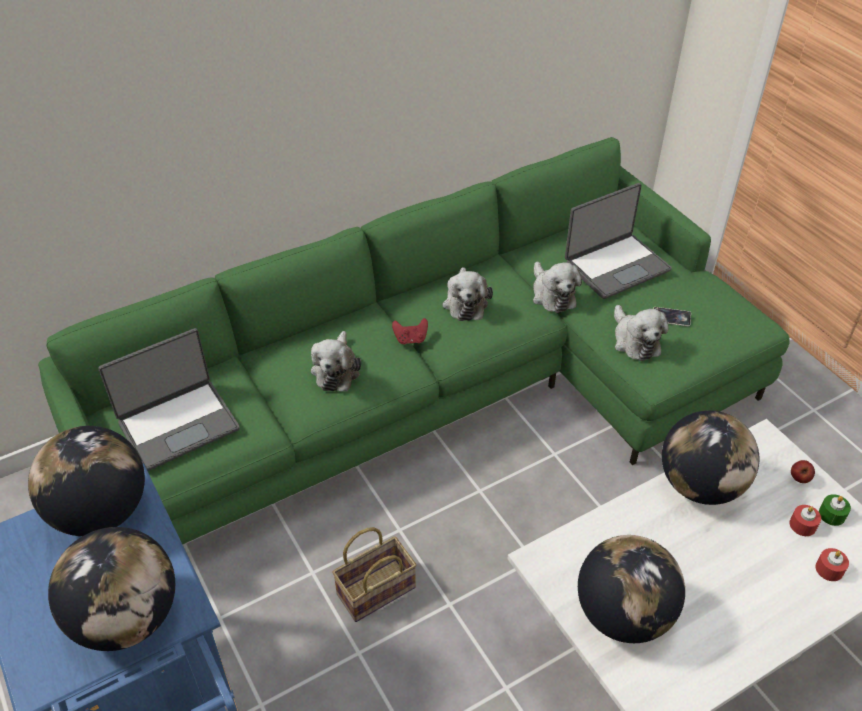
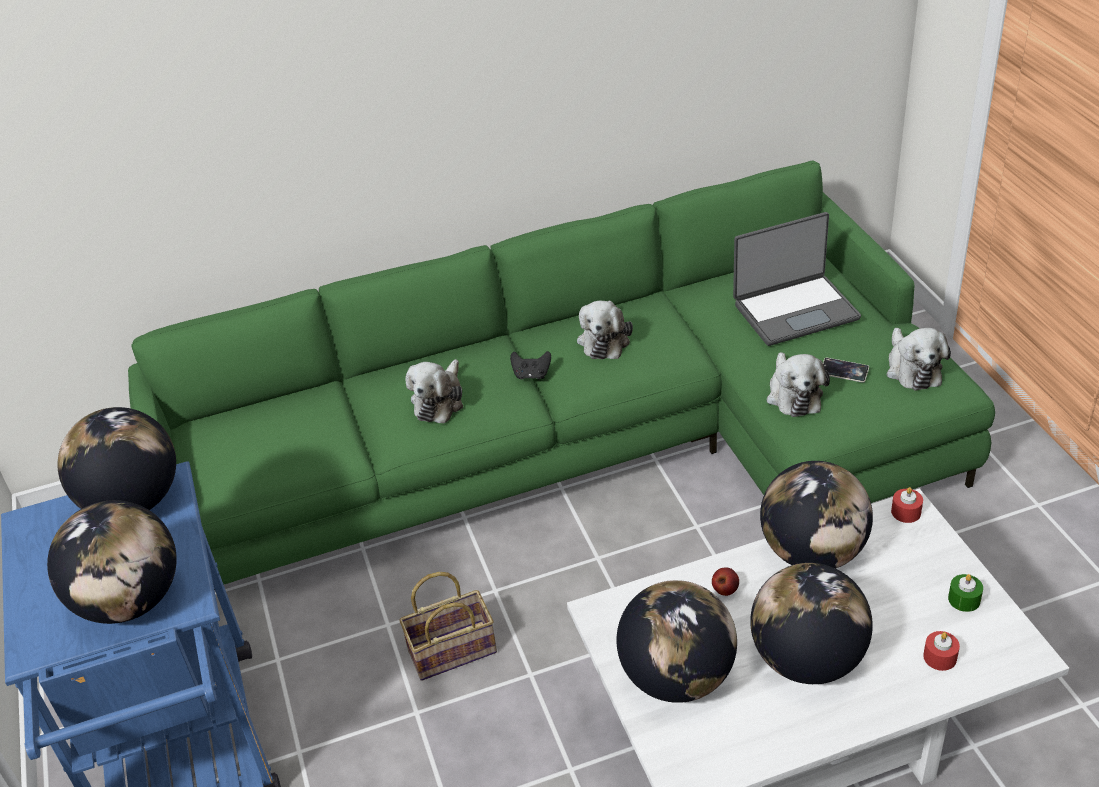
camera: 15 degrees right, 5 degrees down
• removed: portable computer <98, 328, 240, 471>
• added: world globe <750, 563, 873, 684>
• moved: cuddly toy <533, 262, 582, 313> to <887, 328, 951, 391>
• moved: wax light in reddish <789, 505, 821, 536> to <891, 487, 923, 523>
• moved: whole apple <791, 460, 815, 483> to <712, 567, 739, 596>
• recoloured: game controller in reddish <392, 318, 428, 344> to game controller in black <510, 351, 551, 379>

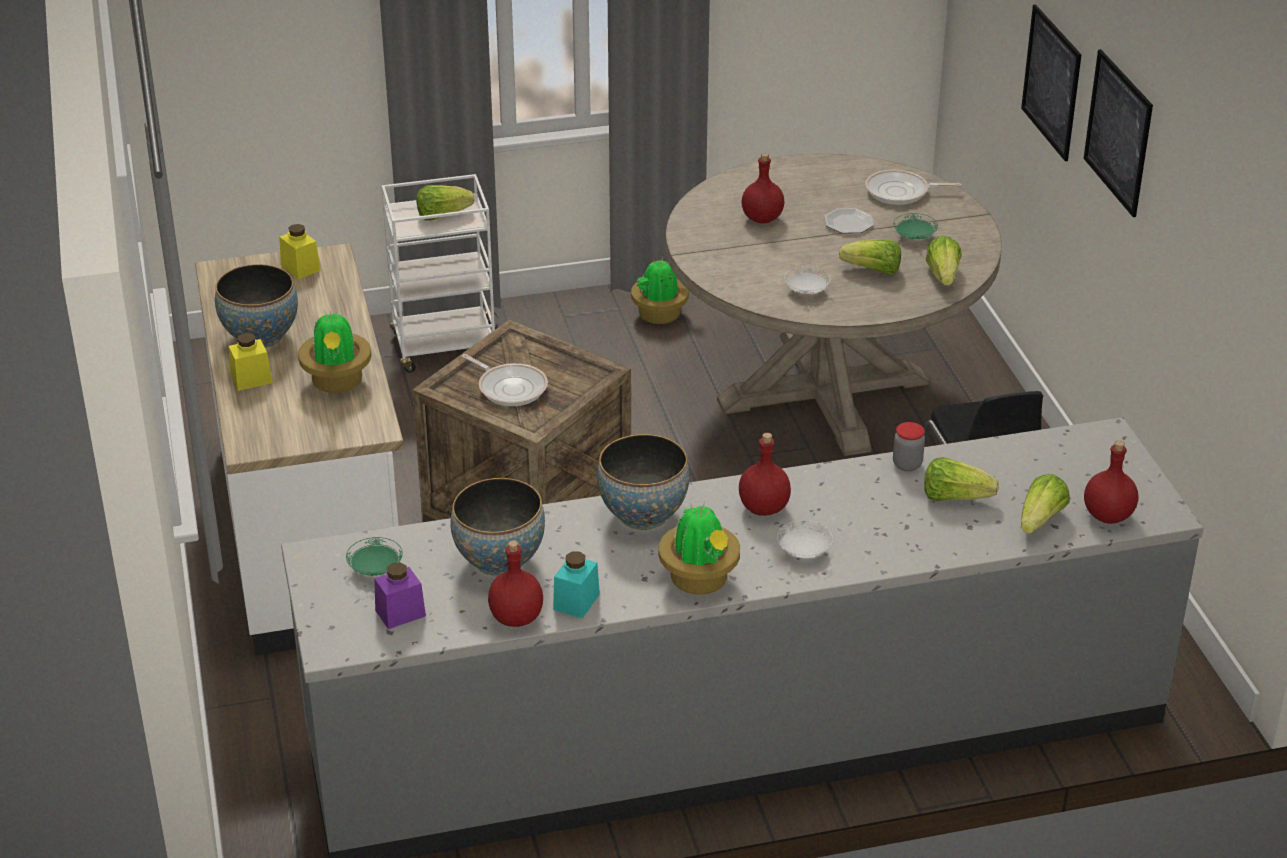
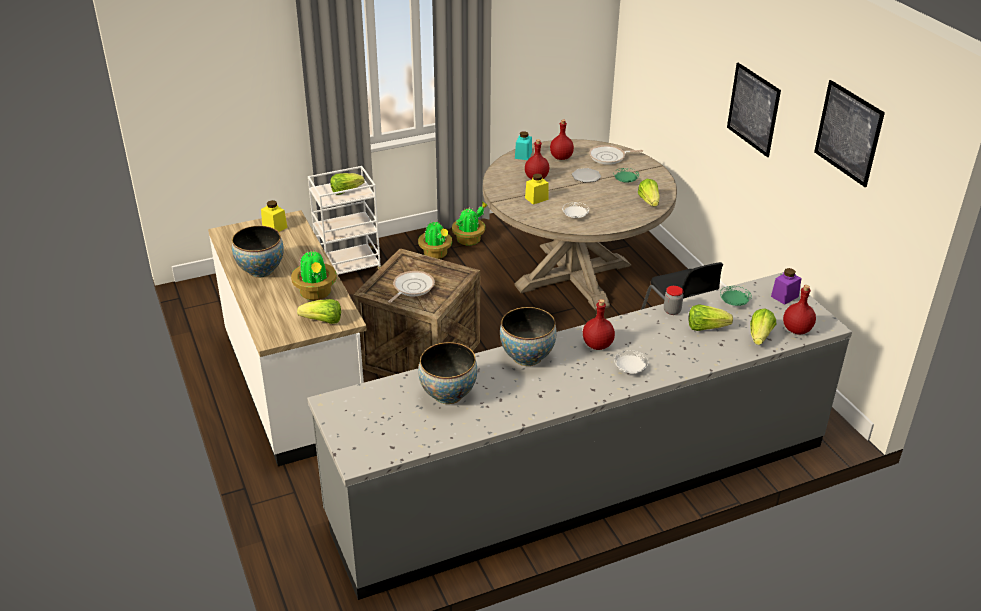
camera: 10 degrees left, 0 degrees up
• moved: jar in yellowish <228, 333, 272, 391> to <525, 174, 549, 205>
• moved: dinner plate in green <346, 537, 403, 576> to <720, 286, 752, 306>
• moved: jar in purple-coloured <374, 562, 426, 629> to <771, 268, 802, 305>
• moved: bottle in reddish <488, 540, 543, 627> to <550, 120, 574, 160>
• moved: jar in turquoise-coloured <553, 552, 600, 618> to <515, 131, 532, 160>
• moved: potted plant <658, 502, 740, 595> to <418, 220, 452, 259>
• moved: lettuce head <839, 239, 901, 275> to <297, 299, 341, 324>
• moved: picture <1021, 4, 1081, 161> to <814, 80, 885, 187>
• turned: skillet <462, 354, 548, 406> = <388, 271, 435, 303> 90 degrees counterclockwise

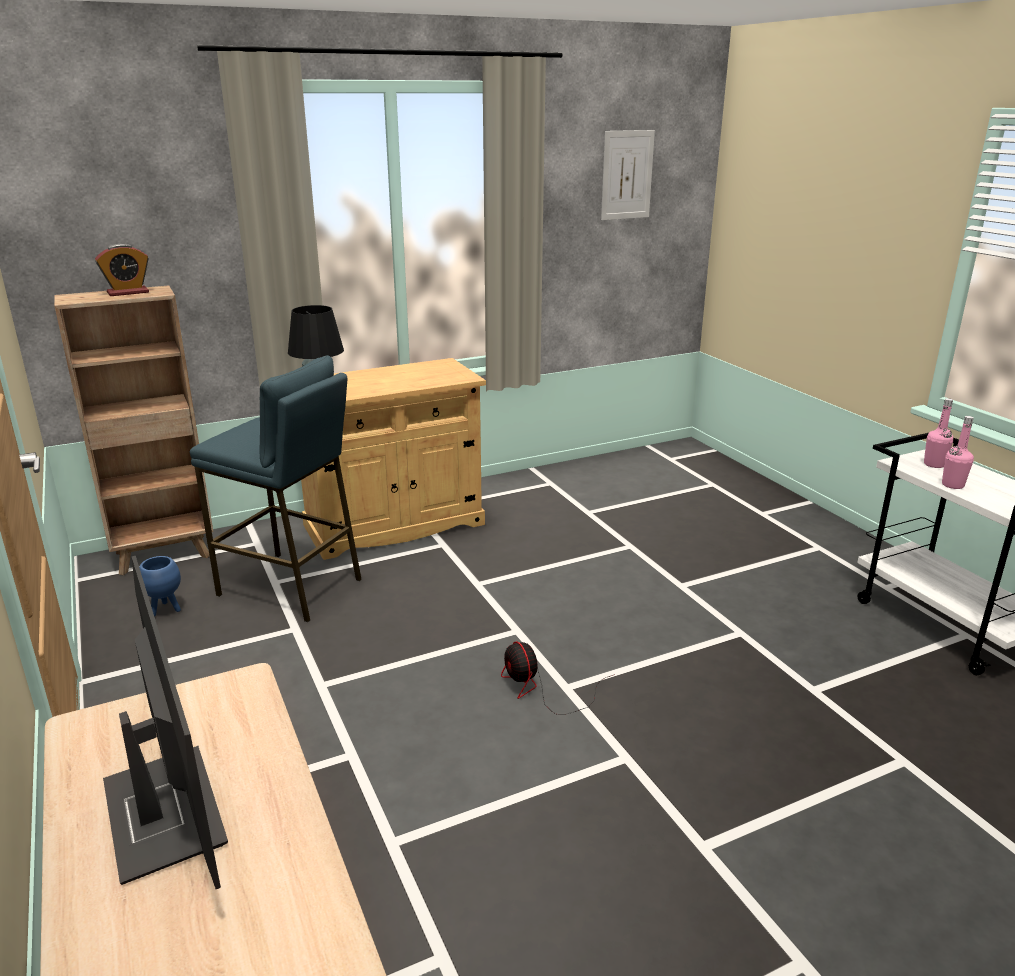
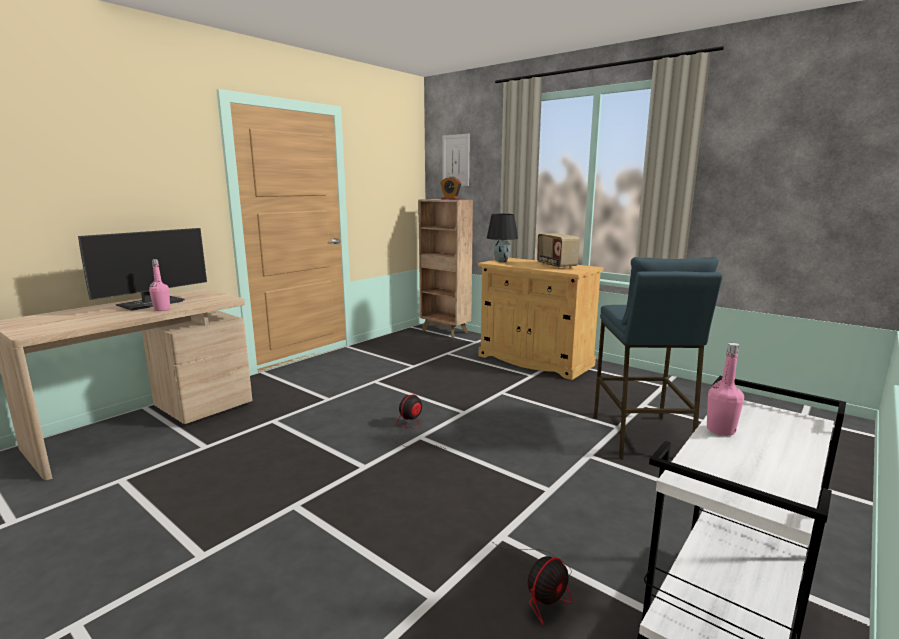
camera: 65 degrees right, 10 degrees down
• removed: flower pot in blue <139, 556, 181, 617>
• added: electric fan <491, 541, 572, 626>
• added: radio <537, 233, 580, 269>
• moved: stool seat in blue <190, 355, 362, 622> to <594, 257, 722, 460>
• moved: picture <601, 130, 655, 220> to <442, 134, 470, 186>
• moved: bottle in pink <924, 398, 953, 468> to <149, 259, 170, 311>

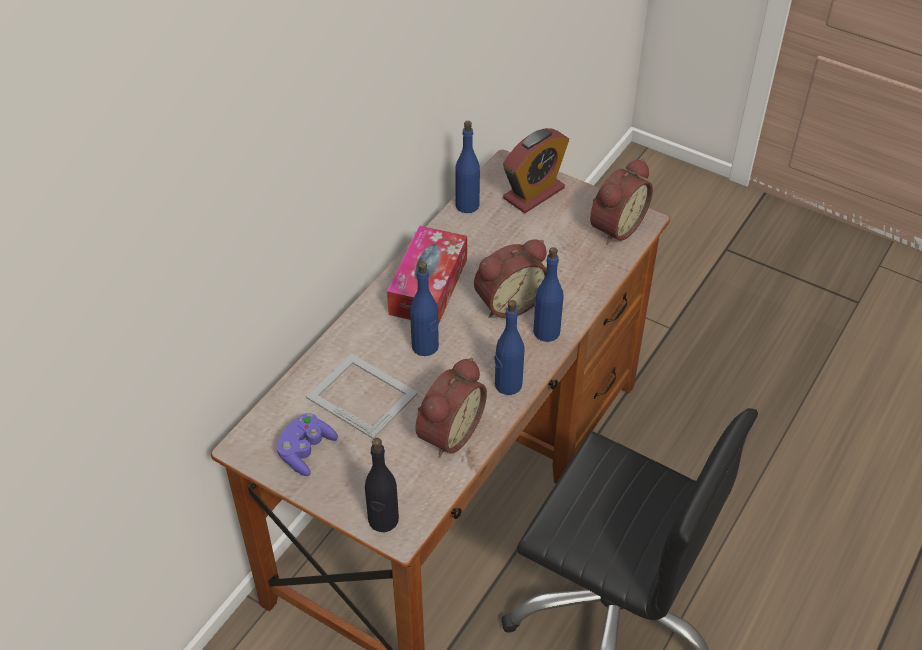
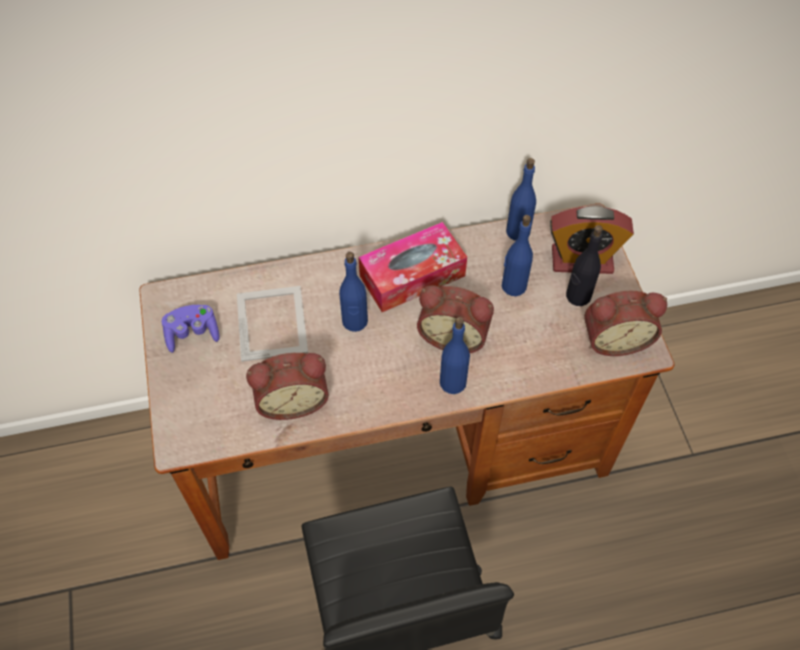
camera: 45 degrees right, 10 degrees up
• moved: bottle in black <365, 438, 399, 533> to <566, 225, 603, 306>
• moved: bottle in blue <494, 300, 525, 395> to <502, 215, 533, 296>

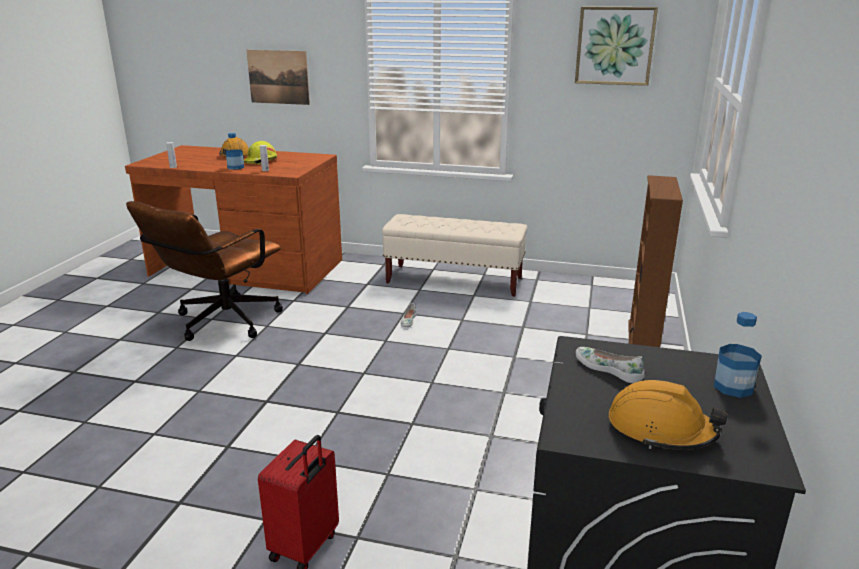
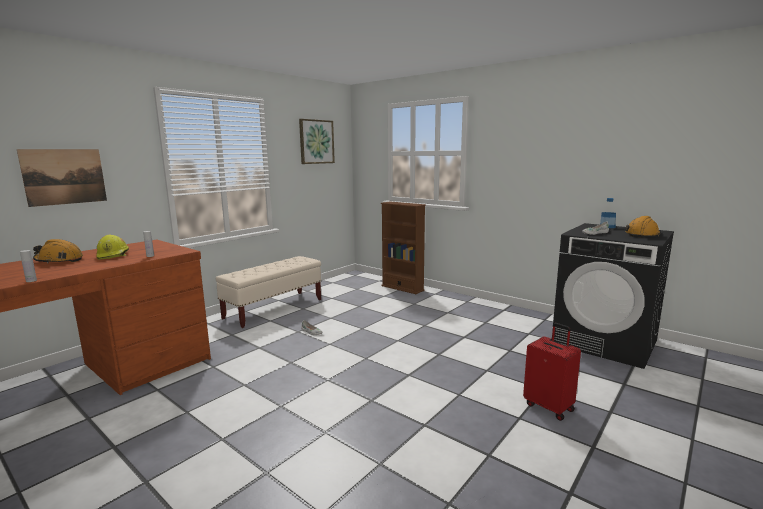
camera: 65 degrees left, 10 degrees down
• removed: desk chair in brownish <126, 201, 283, 341>
• removed: bottle <226, 133, 244, 170>

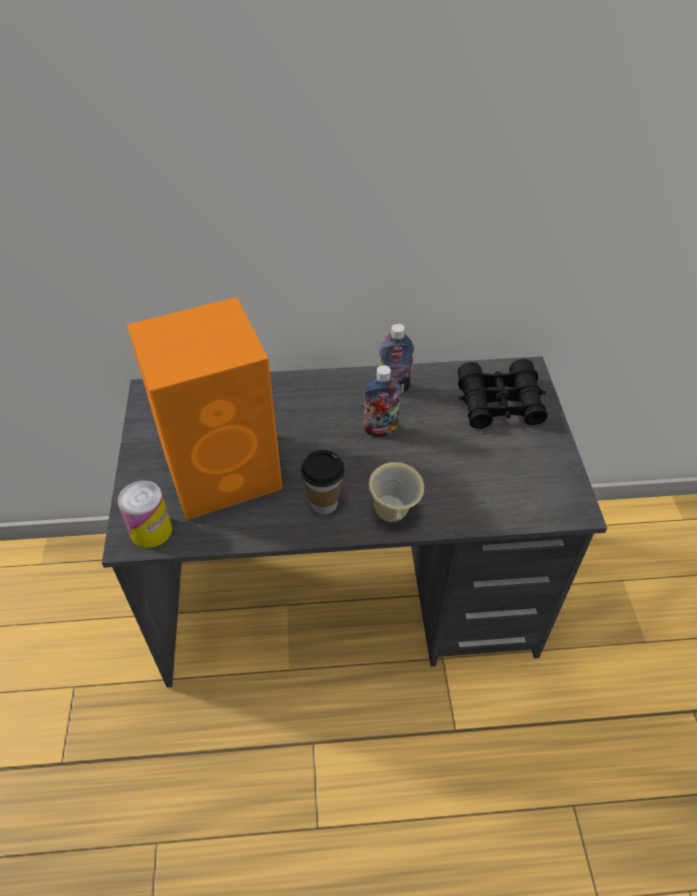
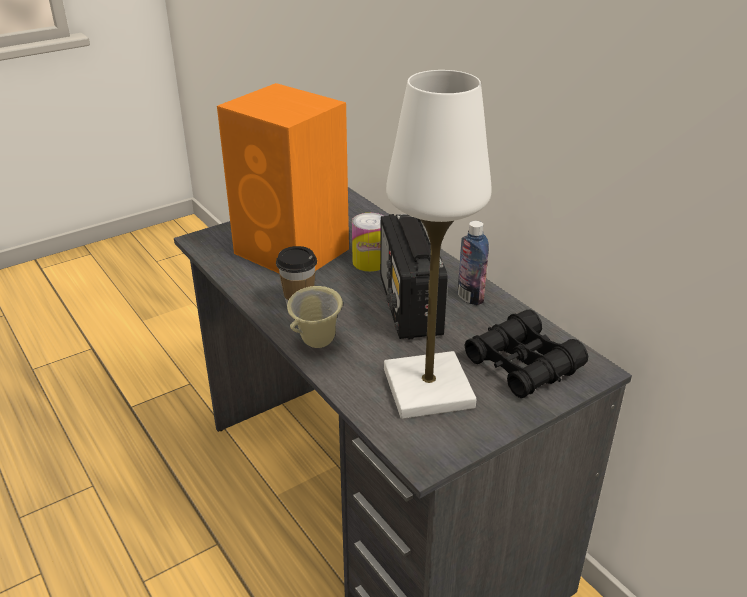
camera: 60 degrees right, 15 degrees down
• added: table lamp in whitish <384, 70, 492, 419>
• moved: metal can <117, 480, 172, 548> to <352, 213, 383, 272>
• replaced: bottle <363, 365, 401, 437> to radio <380, 214, 448, 340>

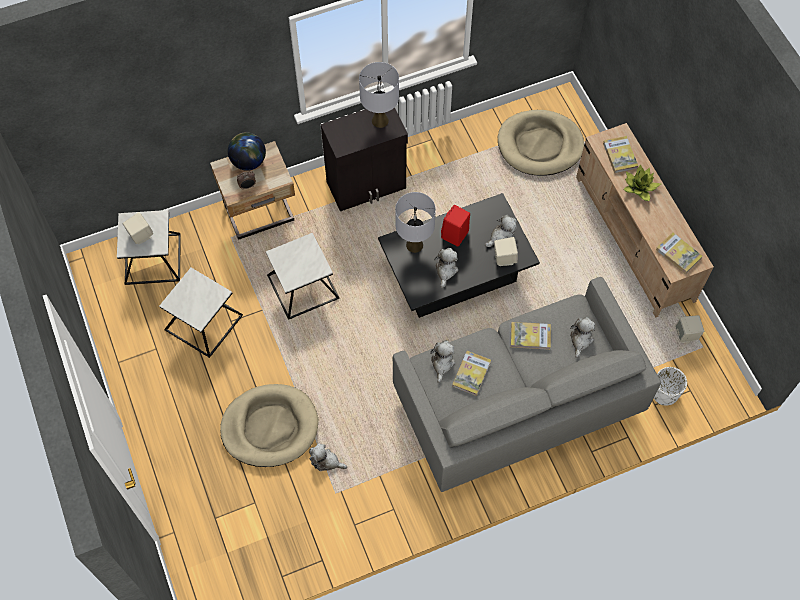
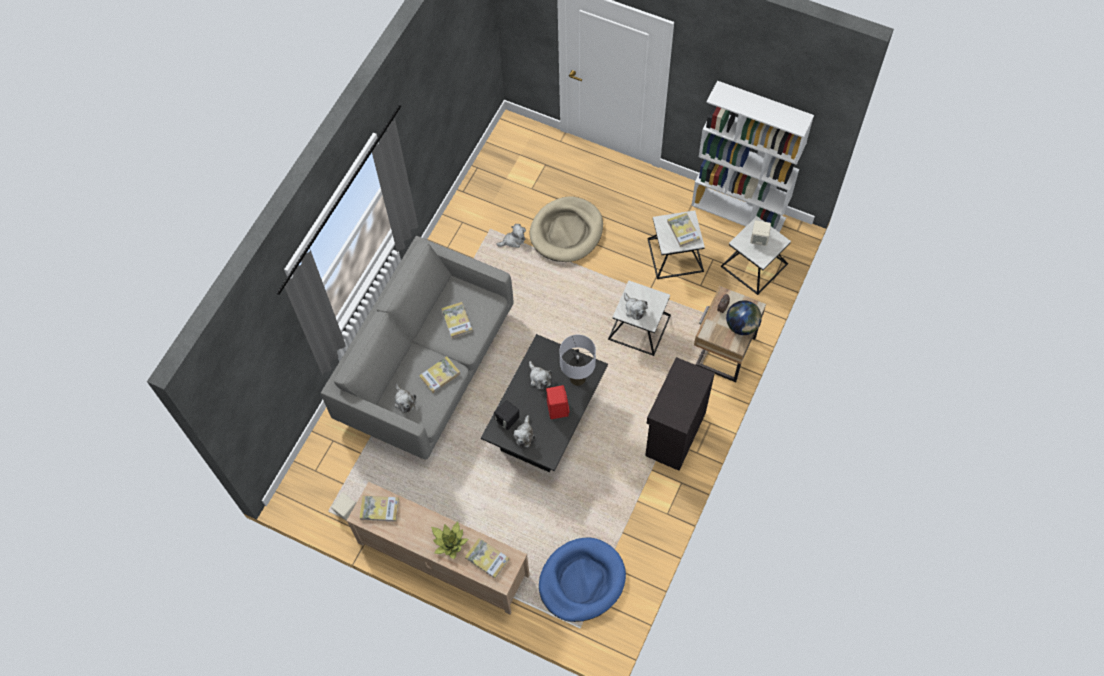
camera: 140 degrees right, 0 degrees up
• removed: table lamp in gray <359, 62, 399, 128>
• removed: flower pot in whitish <654, 367, 687, 405>
• added: volume <667, 213, 700, 247>
• added: shelving unit in whitish <691, 81, 814, 233>
• moved: cuddly toy <430, 341, 455, 383> to <624, 293, 648, 320>
• recoloured: loudspeaker in sand-coloured <494, 237, 518, 266> to loudspeaker in black <494, 400, 519, 430>
• recoloured: pet bed in sand-coloured <498, 110, 584, 176> to pet bed in blue <539, 537, 626, 622>

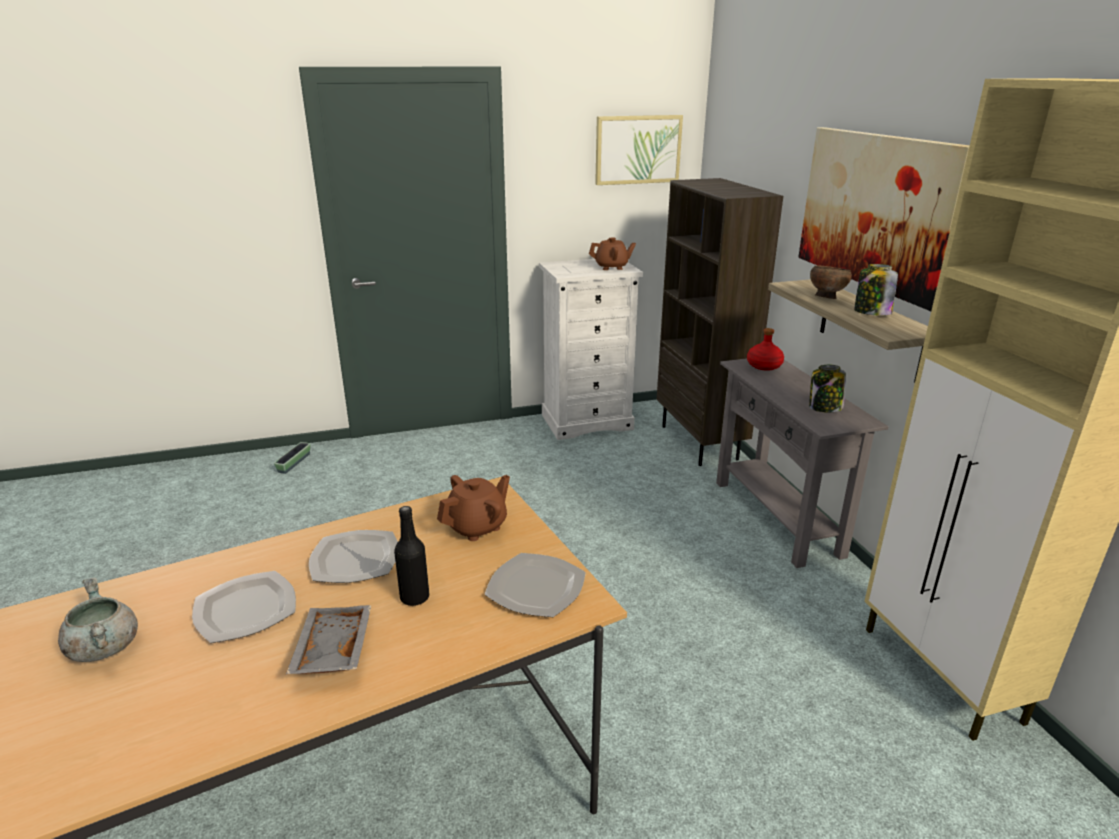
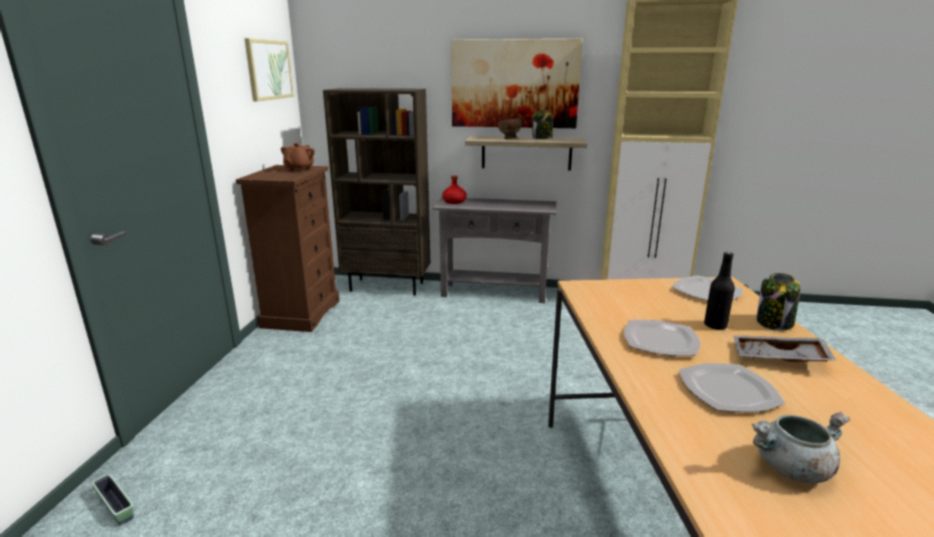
camera: 65 degrees left, 5 degrees down
• removed: teapot in brownish <437, 475, 510, 541>
• moved: jar <809, 365, 846, 413> to <756, 273, 801, 331>
• recoloured: dresser in whitish <539, 259, 643, 440> to dresser in brownish <236, 165, 339, 332>

